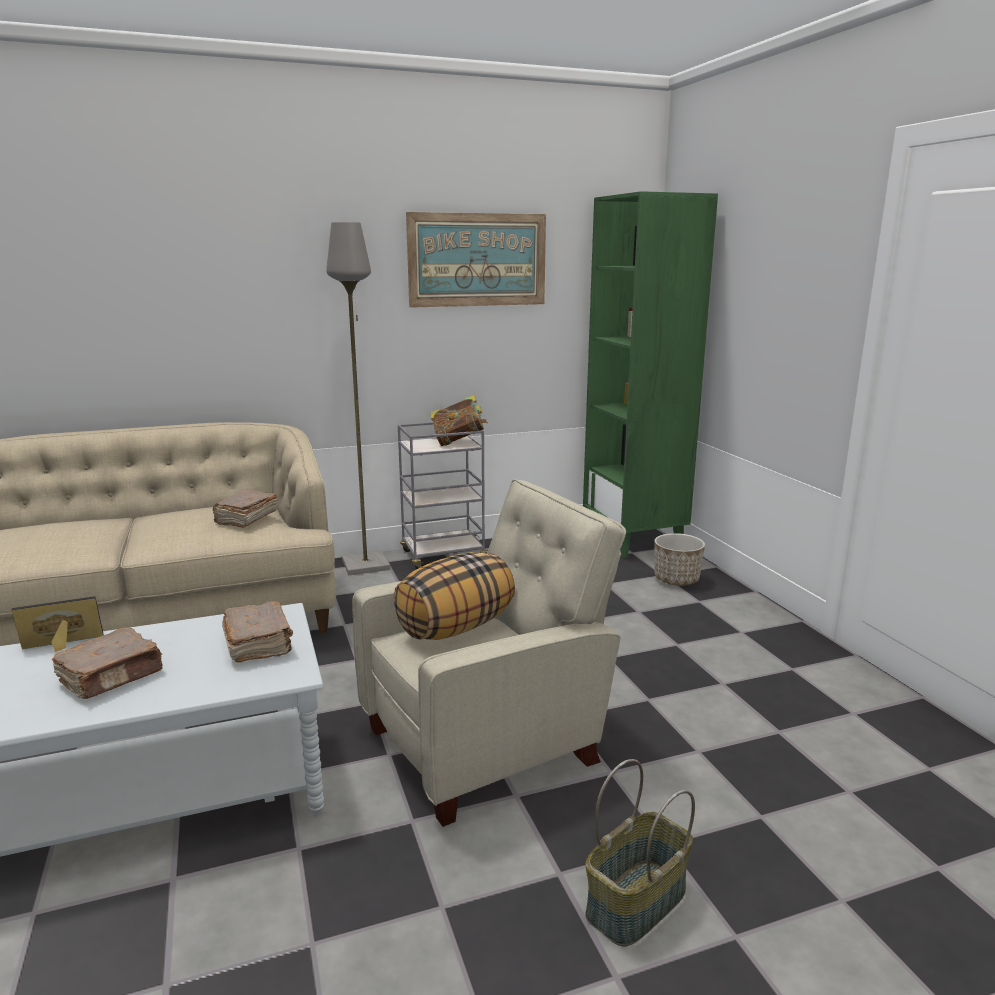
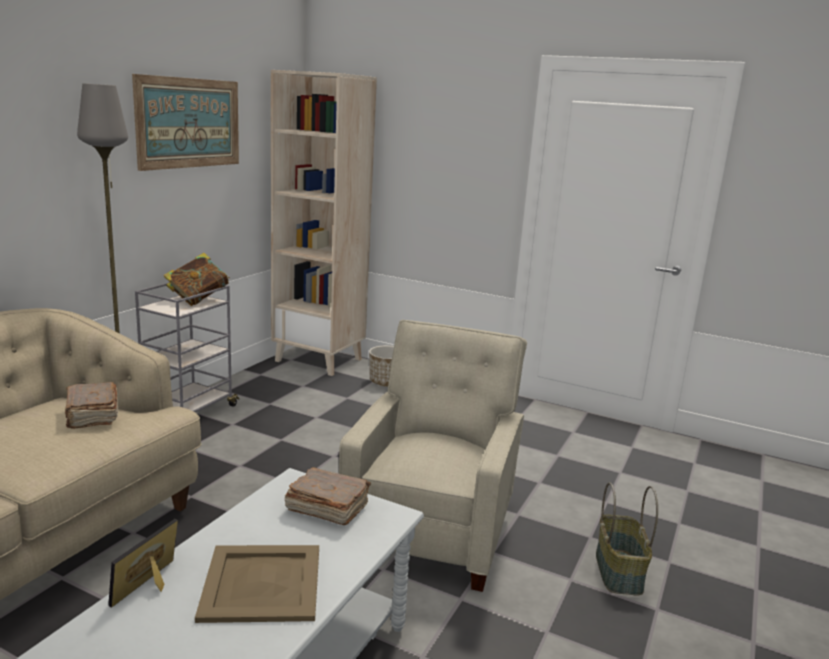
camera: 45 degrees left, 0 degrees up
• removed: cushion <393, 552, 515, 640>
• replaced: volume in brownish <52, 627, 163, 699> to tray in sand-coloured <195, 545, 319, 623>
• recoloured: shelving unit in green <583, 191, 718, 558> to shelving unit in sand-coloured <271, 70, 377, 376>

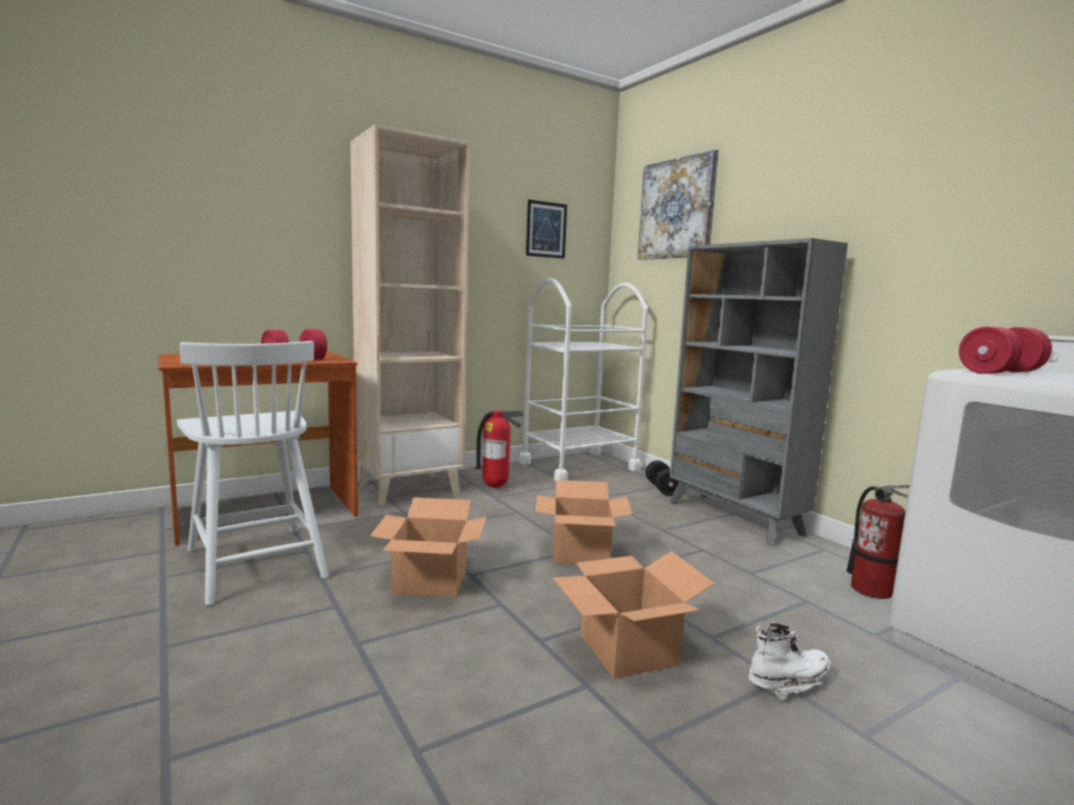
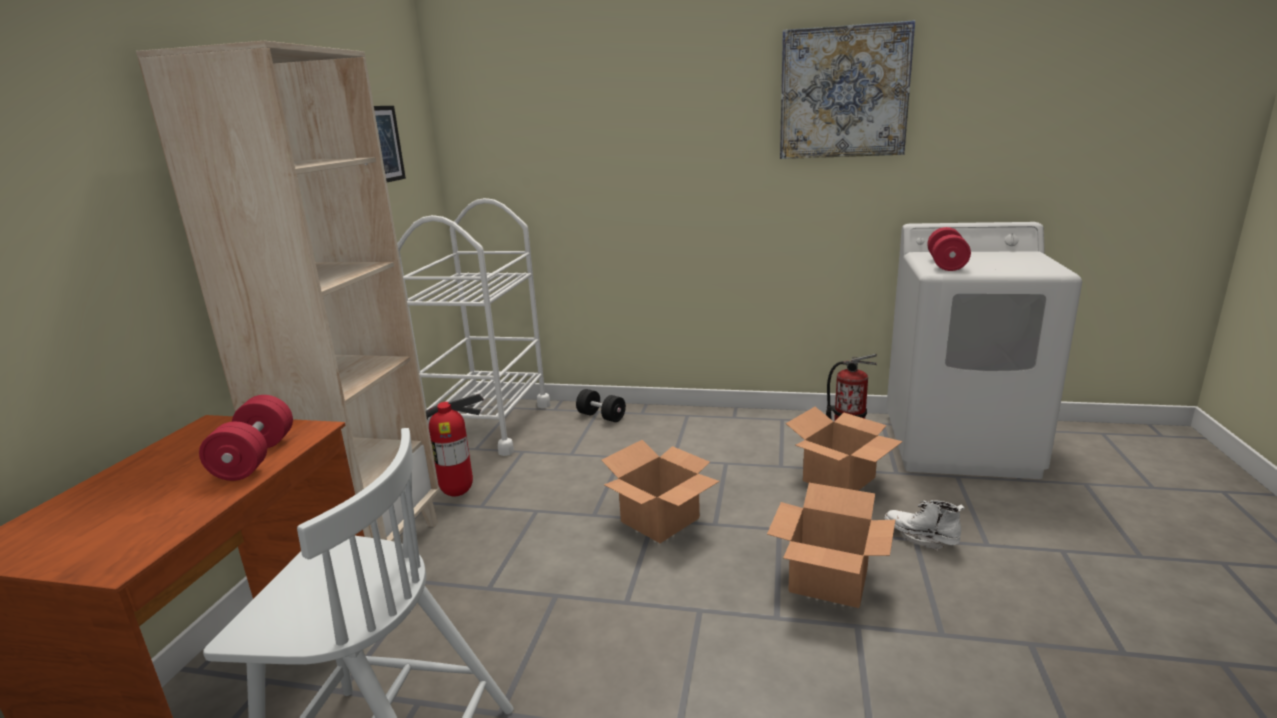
camera: 45 degrees left, 10 degrees up
• removed: shelving unit in gray <670, 238, 848, 546>
• moved: carton <369, 497, 487, 597> to <786, 407, 903, 491>
• moved: picture <638, 149, 719, 260> to <780, 20, 915, 159>
• turned: high-top boot in whitish <749, 622, 830, 701> = <885, 500, 965, 551> 75 degrees counterclockwise

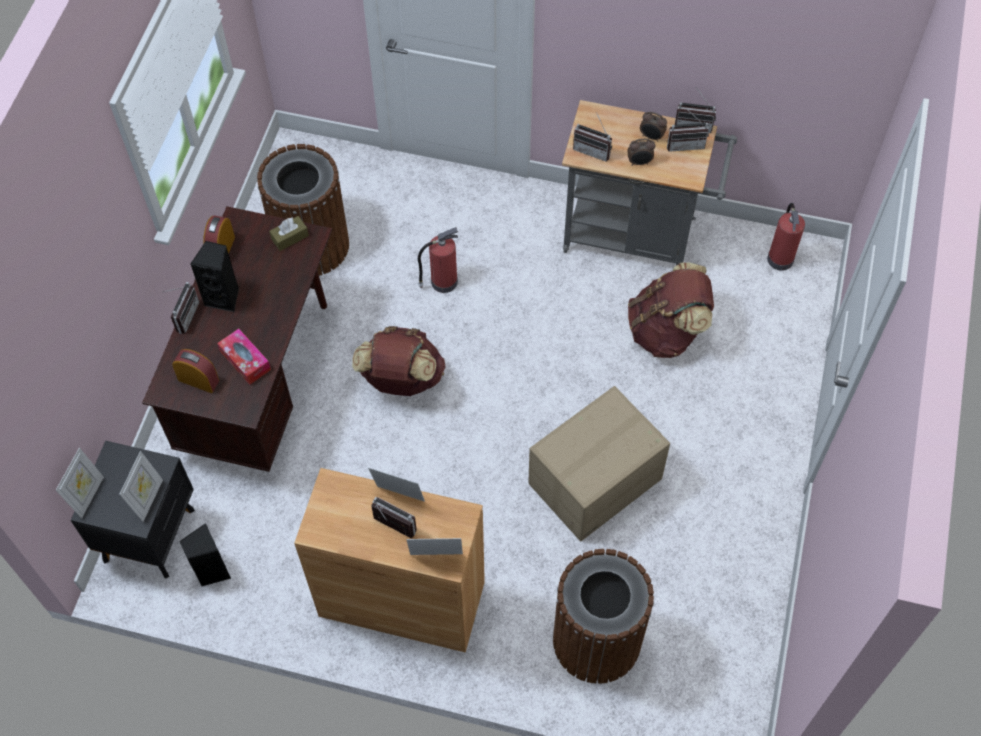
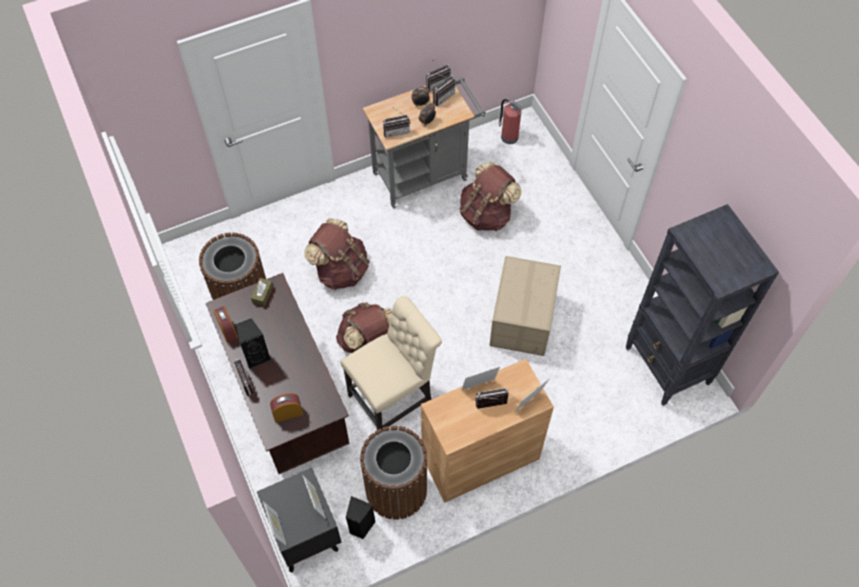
camera: 40 degrees left, 0 degrees up
• removed: tissue holder <217, 329, 271, 385>
• added: upright chair in sand-coloured <340, 296, 442, 431>
• added: shelving unit in black <625, 204, 779, 406>
• moved: trash can in brownish <553, 549, 654, 684> to <360, 426, 428, 520>
• replaced: fire extinguisher <418, 227, 459, 293> to knapsack in brownish <304, 219, 370, 290>

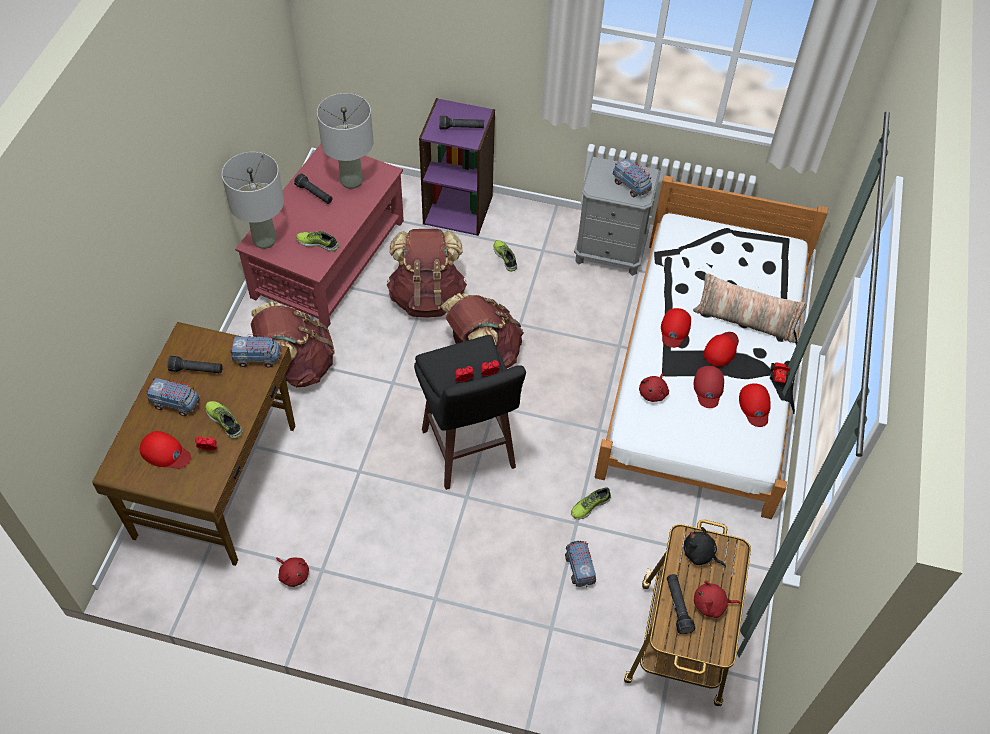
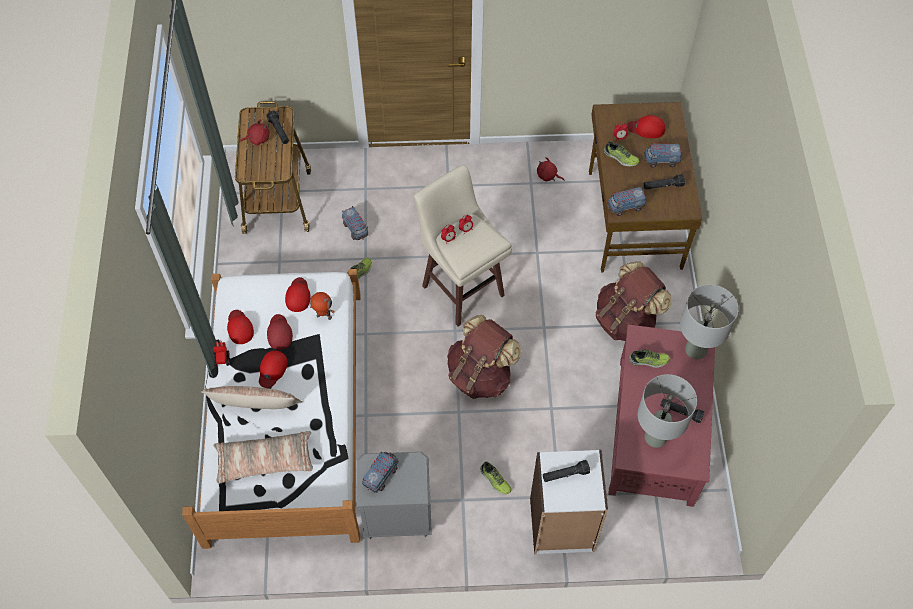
camera: 165 degrees right, 5 degrees up
• removed: knapsack in brownish <387, 229, 467, 318>
• removed: cuddly toy in black <684, 527, 726, 568>
• added: cushion <213, 431, 313, 484>
• moved: peaked cap in reddish <661, 308, 691, 348> to <285, 277, 311, 312>
• replaced: cuddly toy in reddish <639, 373, 669, 402> to model robot <310, 292, 334, 320>
• recoloured: stool seat in black <414, 335, 526, 490> to stool seat in sand-coloured <414, 165, 512, 327>
• recoloured: shelving unit in purple-coloured <419, 98, 495, 236> to shelving unit in whitish <530, 450, 608, 554>
• turned: toy lorry <613, 157, 652, 197> = <362, 452, 399, 493> 90 degrees clockwise

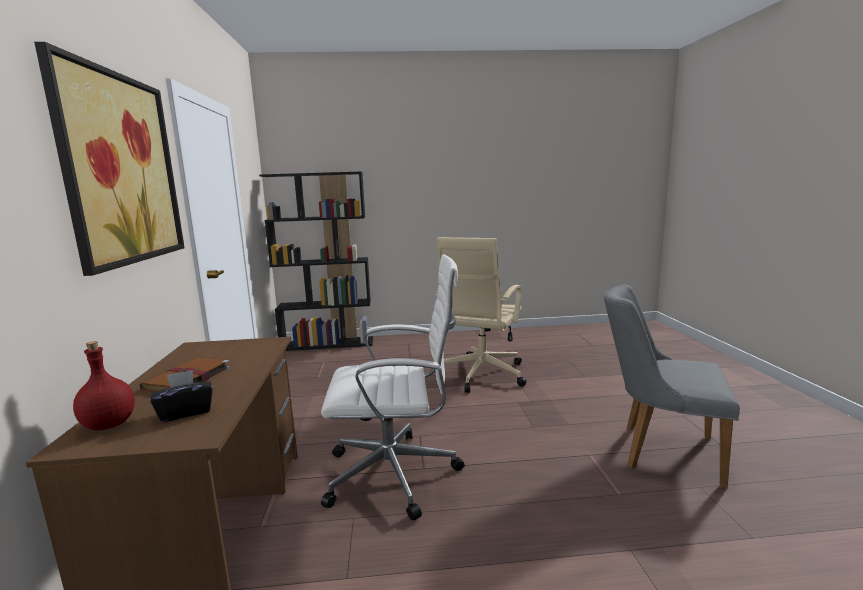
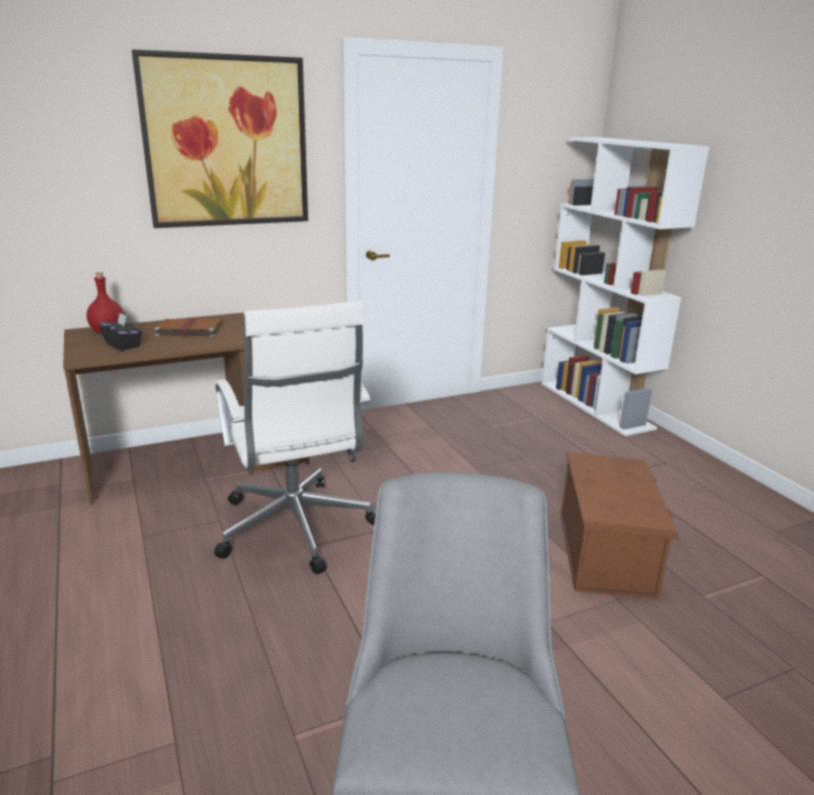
camera: 70 degrees right, 10 degrees up
• replaced: desk chair in sand-coloured <435, 237, 527, 393> to storage container in brownish <561, 452, 680, 598>
• recoloured: shelving unit in black <259, 172, 373, 351> to shelving unit in whitish <541, 137, 710, 436>

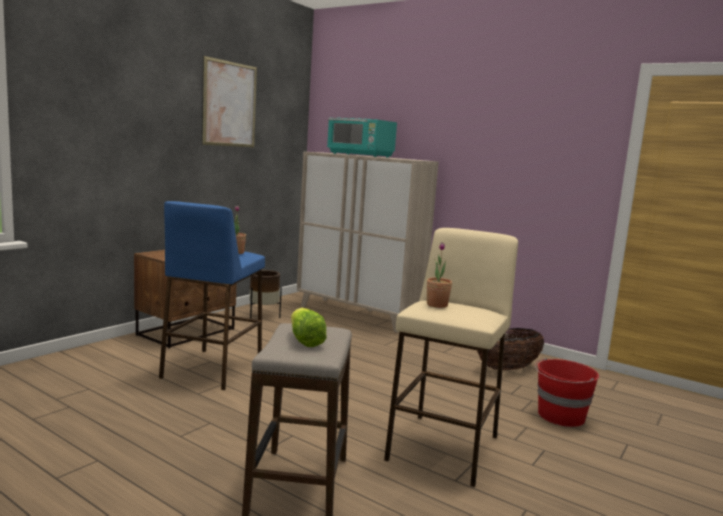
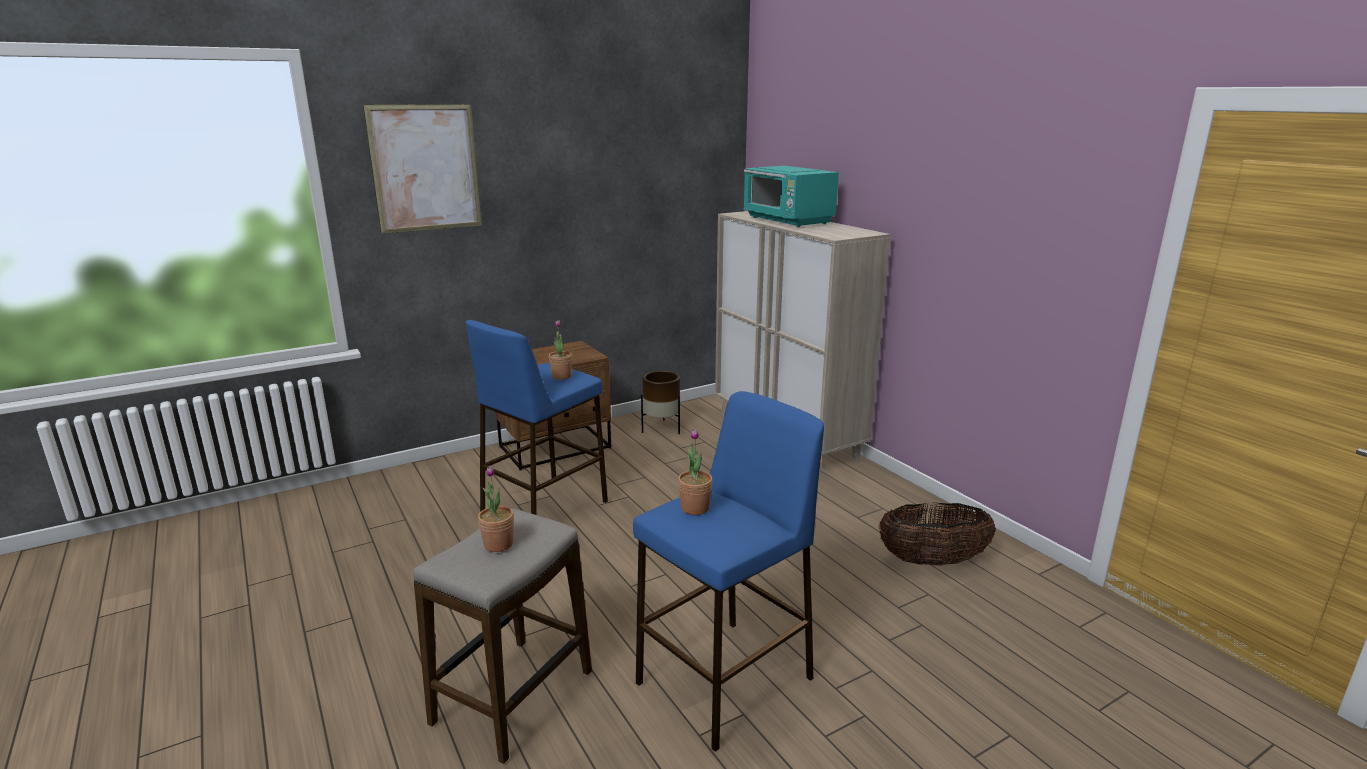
camera: 25 degrees right, 10 degrees up
• removed: bucket in reddish <535, 358, 599, 427>
• moved: picture <202, 56, 257, 147> to <363, 104, 482, 234>
• replaced: lettuce head <291, 308, 327, 347> to potted plant <478, 466, 514, 552>
• recoloured: stool seat in sand-coloured <384, 228, 518, 487> to stool seat in blue <633, 391, 824, 752>

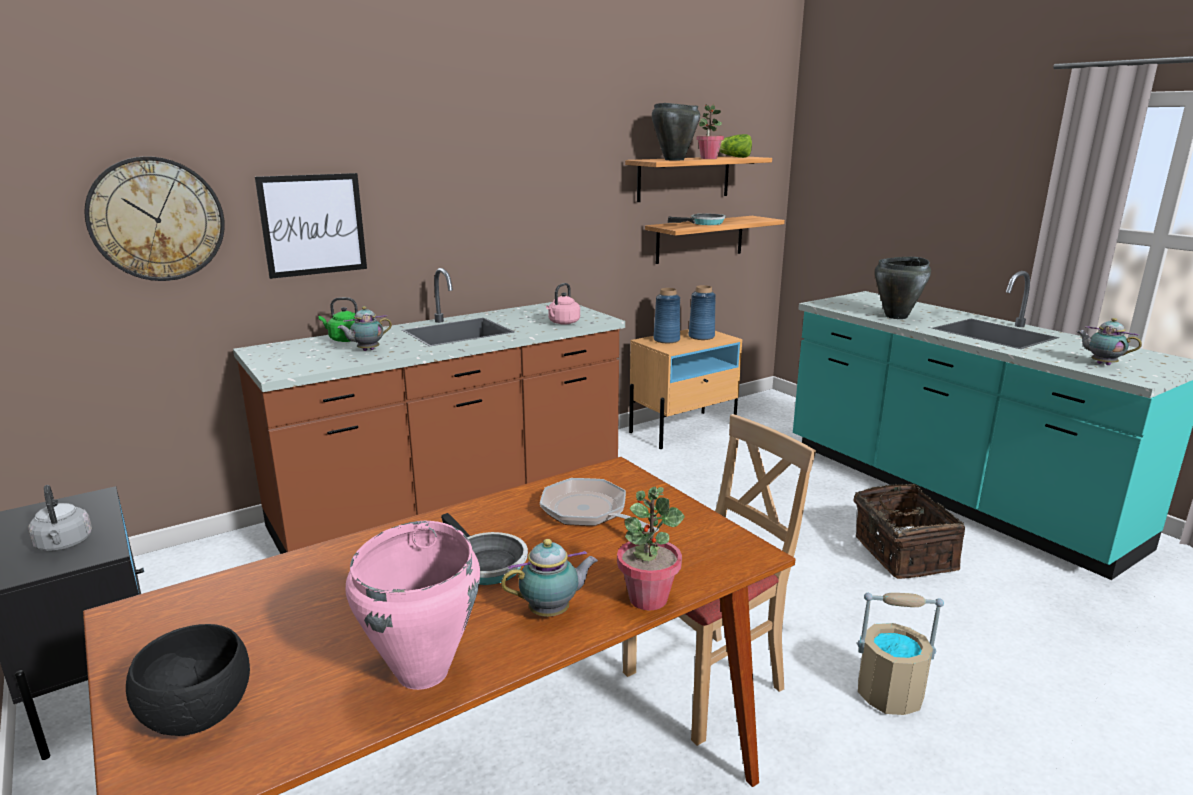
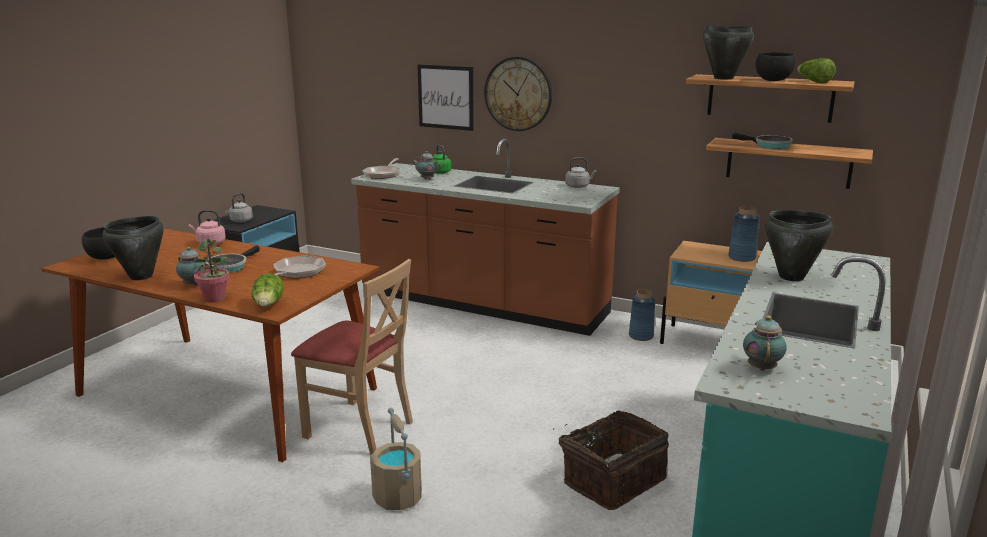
camera: 60 degrees right, 0 degrees up
• added: lettuce head <252, 273, 284, 306>
• added: skillet <362, 158, 401, 179>
• added: kettle in gray <565, 157, 597, 188>
• moved: clock on the wall <84, 156, 225, 281> to <484, 57, 552, 131>
• moved: kettle in pink <546, 283, 580, 325> to <189, 210, 226, 245>
• moved: flower vase in blue <653, 288, 680, 343> to <629, 289, 655, 341>
• replaced: potted plant <696, 104, 724, 159> to bowl in black <756, 52, 796, 81>
• recoloured: cooking pot in pink <346, 521, 480, 690> to cooking pot in black <102, 216, 163, 280>

